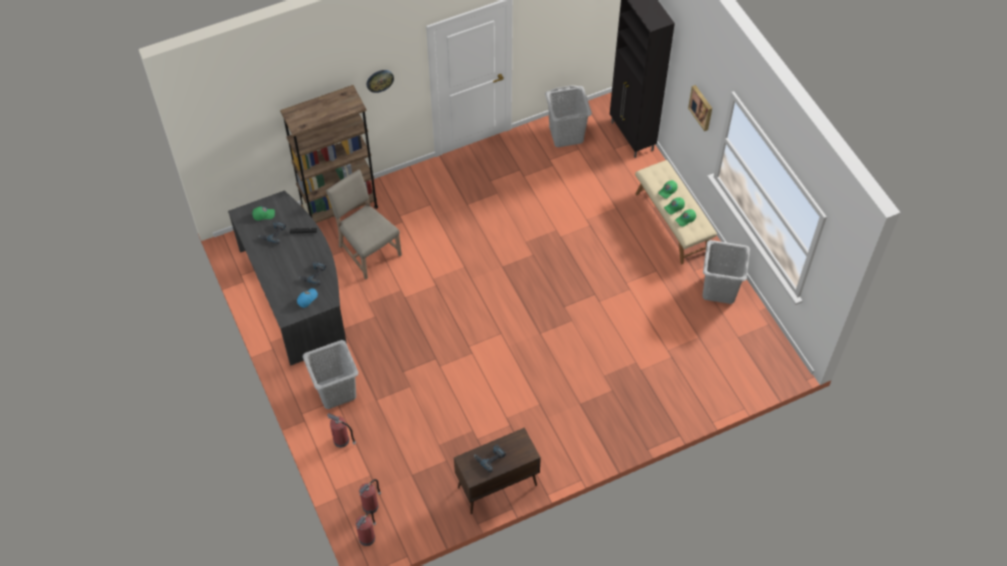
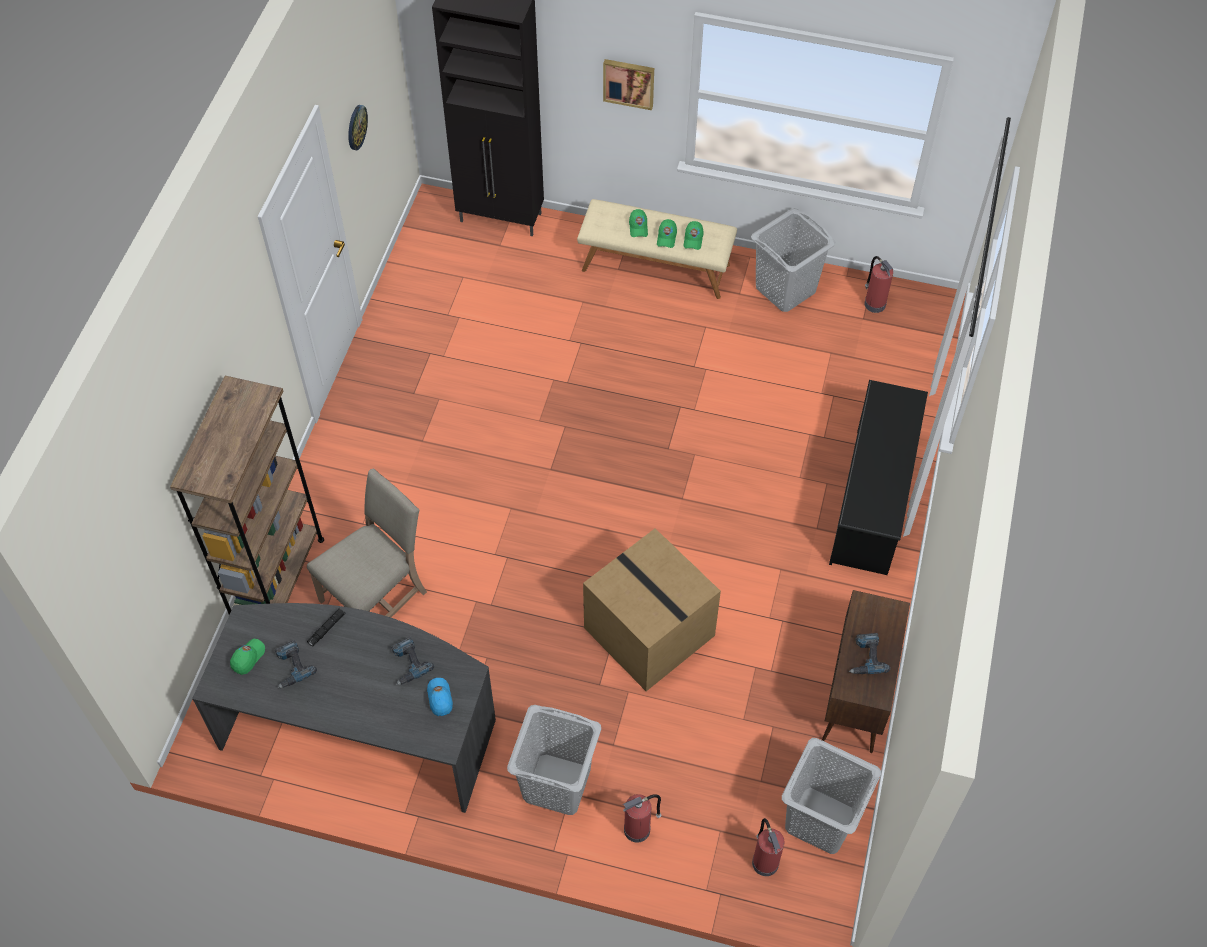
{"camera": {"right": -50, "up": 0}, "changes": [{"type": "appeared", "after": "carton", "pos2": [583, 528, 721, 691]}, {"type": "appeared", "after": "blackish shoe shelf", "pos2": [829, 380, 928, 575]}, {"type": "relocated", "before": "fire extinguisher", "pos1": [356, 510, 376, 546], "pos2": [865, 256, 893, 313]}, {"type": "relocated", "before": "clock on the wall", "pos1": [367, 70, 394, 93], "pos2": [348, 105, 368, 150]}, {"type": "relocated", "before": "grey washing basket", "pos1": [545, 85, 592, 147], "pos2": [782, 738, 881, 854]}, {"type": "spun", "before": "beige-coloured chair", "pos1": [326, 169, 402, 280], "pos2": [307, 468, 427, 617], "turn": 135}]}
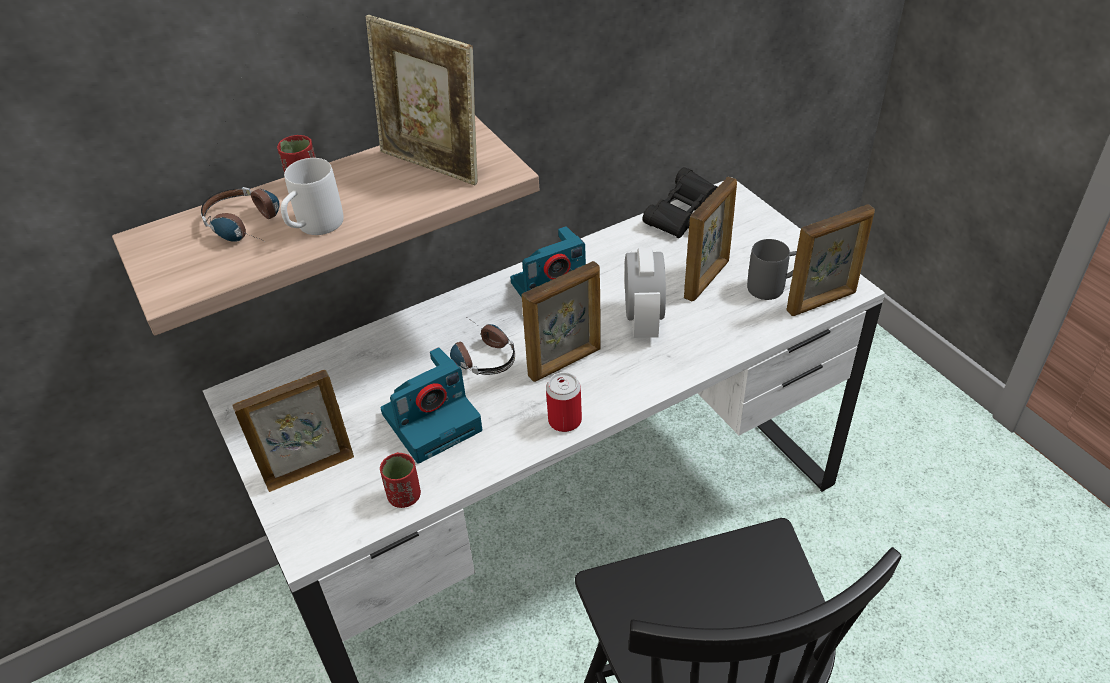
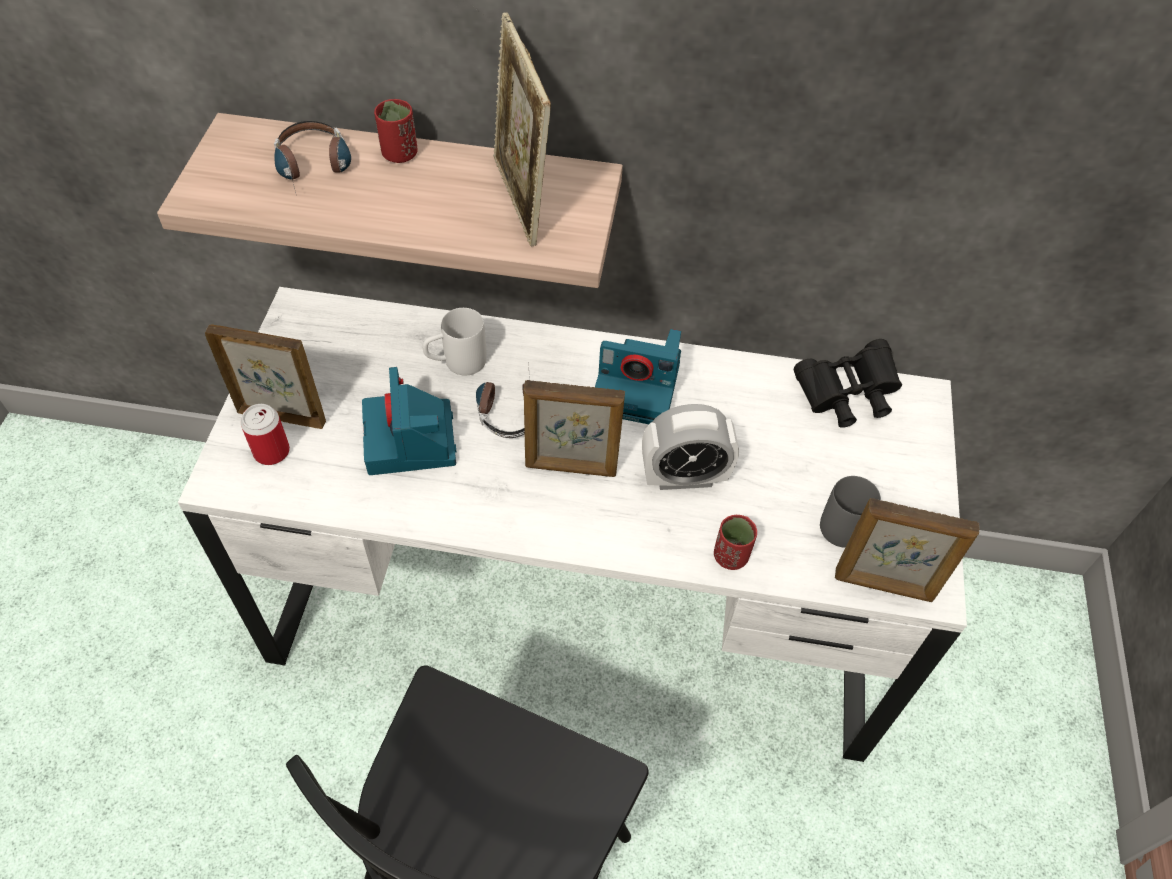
{"camera": {"right": 35, "up": 10}, "changes": [{"type": "missing", "before": "picture frame", "pos1": [684, 177, 737, 302]}, {"type": "relocated", "before": "white coffee mug", "pos1": [281, 158, 344, 235], "pos2": [422, 308, 487, 375]}, {"type": "relocated", "before": "red-coloured small cup", "pos1": [380, 452, 421, 508], "pos2": [714, 515, 757, 570]}, {"type": "relocated", "before": "metal can", "pos1": [546, 372, 582, 432], "pos2": [241, 404, 290, 465]}, {"type": "spun", "before": "photo camera", "pos1": [380, 347, 482, 464], "pos2": [362, 367, 457, 475], "turn": 75}, {"type": "spun", "before": "table clock", "pos1": [625, 248, 666, 338], "pos2": [642, 404, 739, 490], "turn": 45}]}
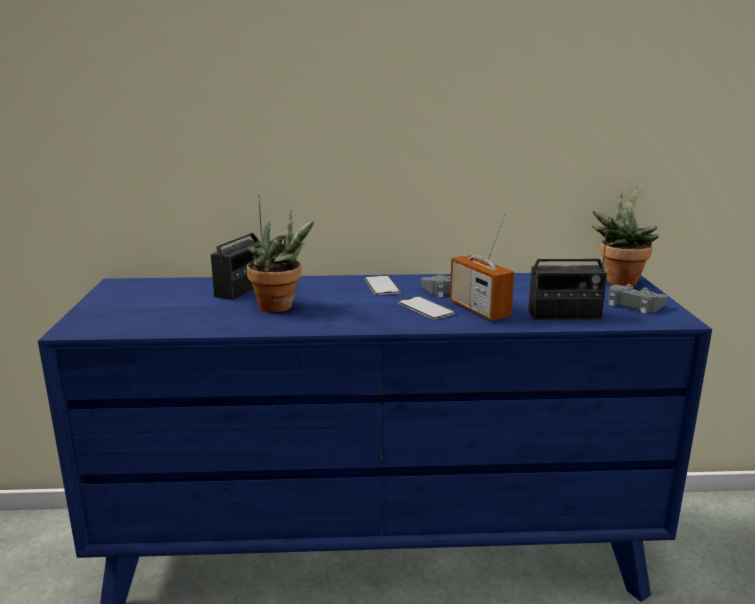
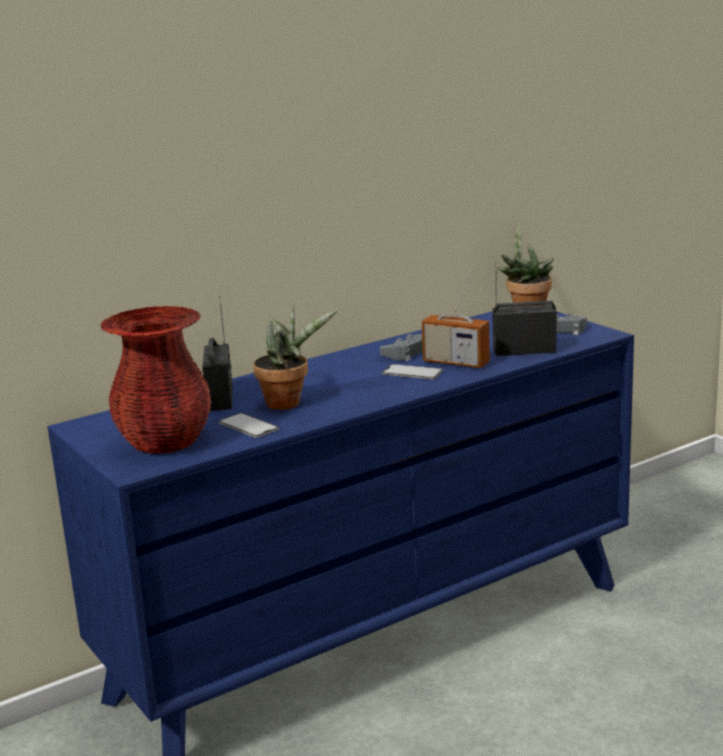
{"camera": {"right": -30, "up": 0}, "changes": [{"type": "appeared", "after": "red-coloured decorative vase", "pos2": [100, 306, 212, 454]}, {"type": "relocated", "before": "phone", "pos1": [364, 275, 401, 295], "pos2": [219, 413, 279, 438]}, {"type": "spun", "before": "radio set", "pos1": [528, 217, 609, 320], "pos2": [492, 262, 557, 356], "turn": -150}]}
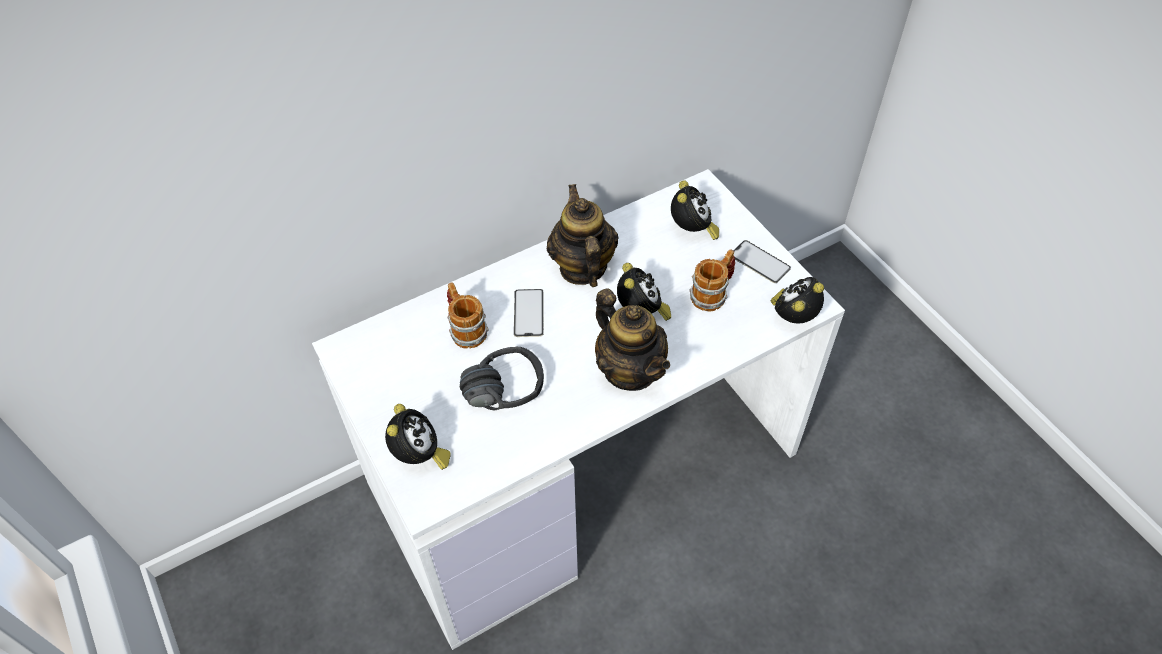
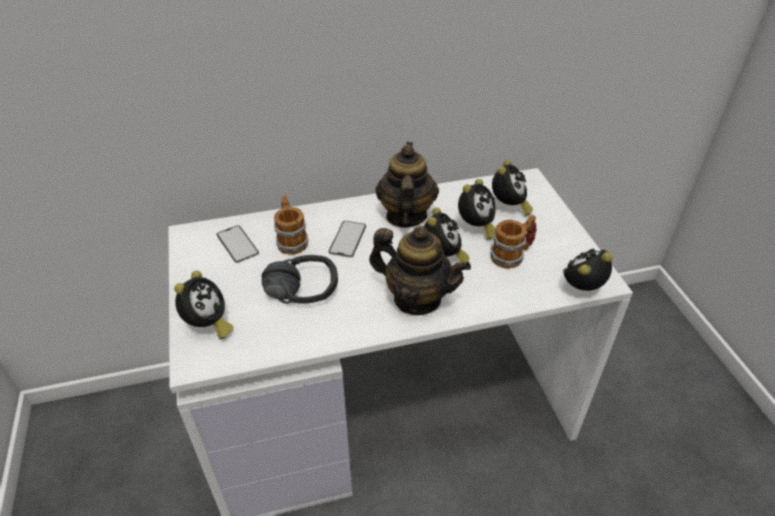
{"camera": {"right": 15, "up": -10}, "changes": [{"type": "appeared", "after": "table clock", "pos2": [458, 179, 496, 240]}, {"type": "relocated", "before": "phone", "pos1": [733, 240, 791, 283], "pos2": [216, 225, 259, 263]}, {"type": "spun", "before": "tea pot", "pos1": [595, 288, 670, 391], "pos2": [369, 226, 471, 315], "turn": -45}]}
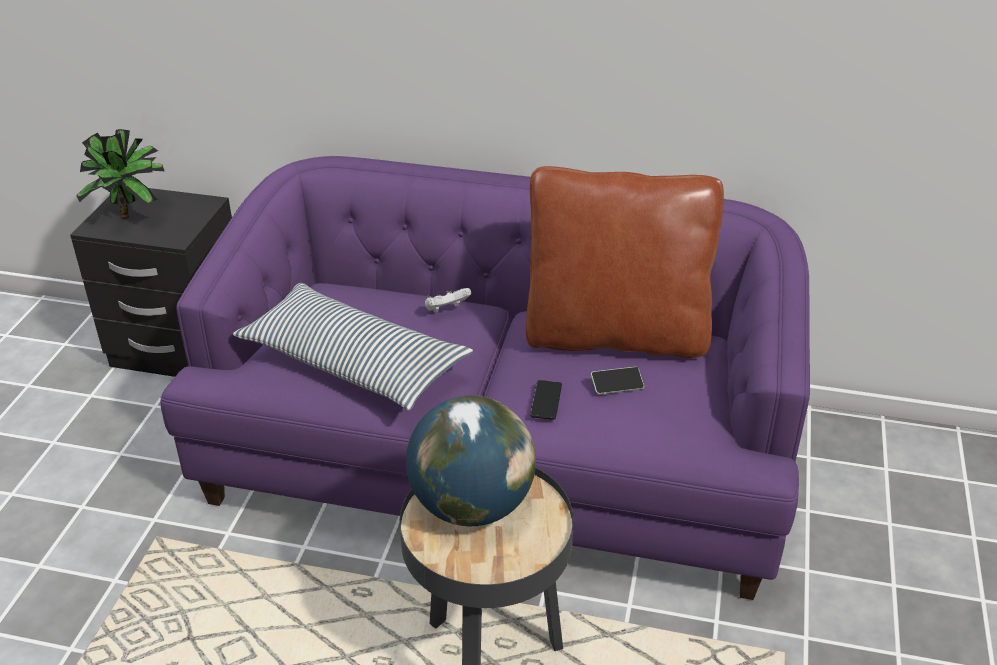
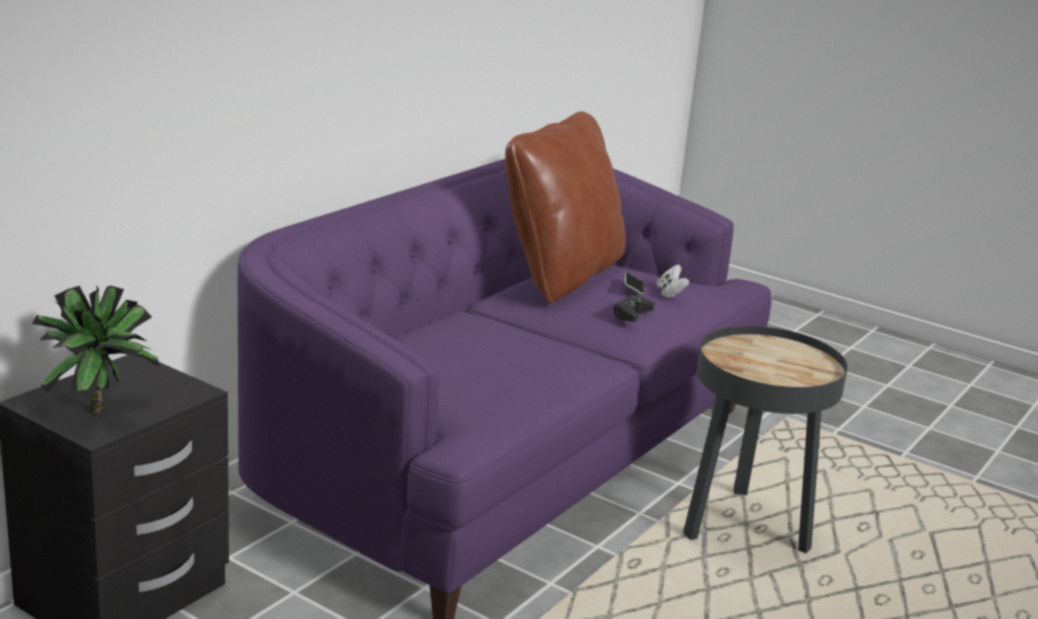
{"camera": {"right": -70, "up": -15}, "changes": [{"type": "missing", "before": "throw pillow", "pos1": [233, 283, 473, 410]}, {"type": "missing", "before": "desk globe", "pos1": [406, 396, 536, 526]}, {"type": "relocated", "before": "white joypad", "pos1": [425, 288, 471, 313], "pos2": [657, 264, 690, 298]}, {"type": "exchanged", "before": "phone", "after": "blackish joypad", "pos1": [530, 380, 562, 420], "pos2": [612, 295, 655, 322]}]}
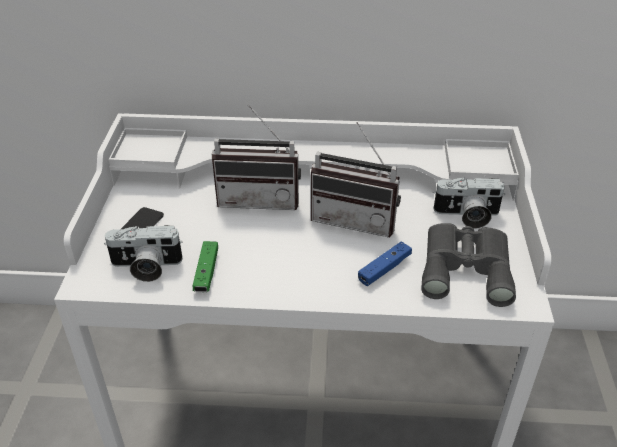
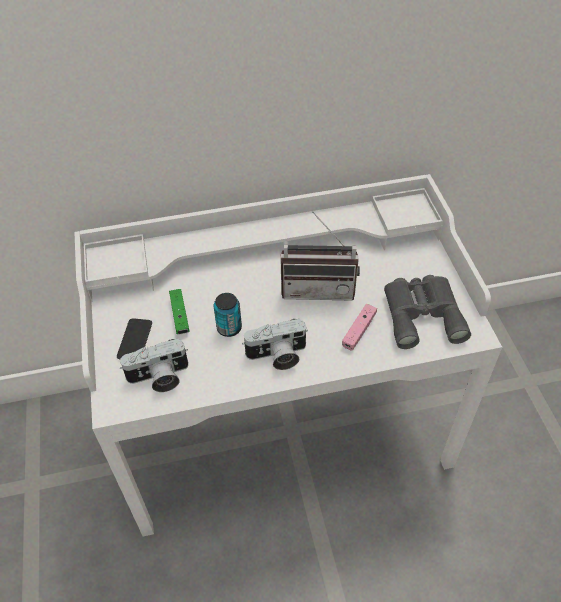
{"camera": {"right": -15, "up": 10}, "changes": [{"type": "missing", "before": "radio set", "pos1": [212, 104, 301, 210]}, {"type": "appeared", "after": "metal can", "pos2": [213, 293, 242, 337]}, {"type": "relocated", "before": "green-coloured joypad", "pos1": [193, 241, 218, 292], "pos2": [169, 289, 190, 334]}, {"type": "relocated", "before": "photo camera", "pos1": [433, 177, 505, 229], "pos2": [242, 319, 308, 370]}, {"type": "colour", "before": "bluish joypad", "after": "pinkish joypad", "pos1": [358, 242, 412, 286], "pos2": [342, 304, 377, 351]}]}
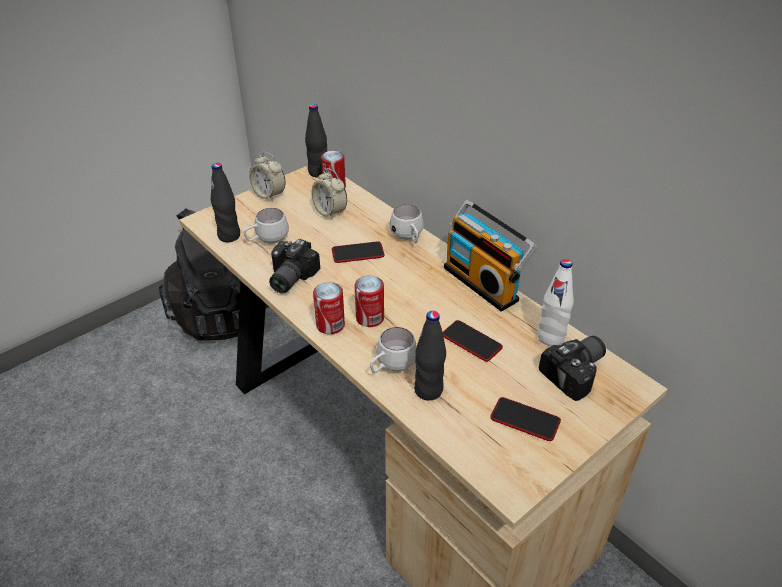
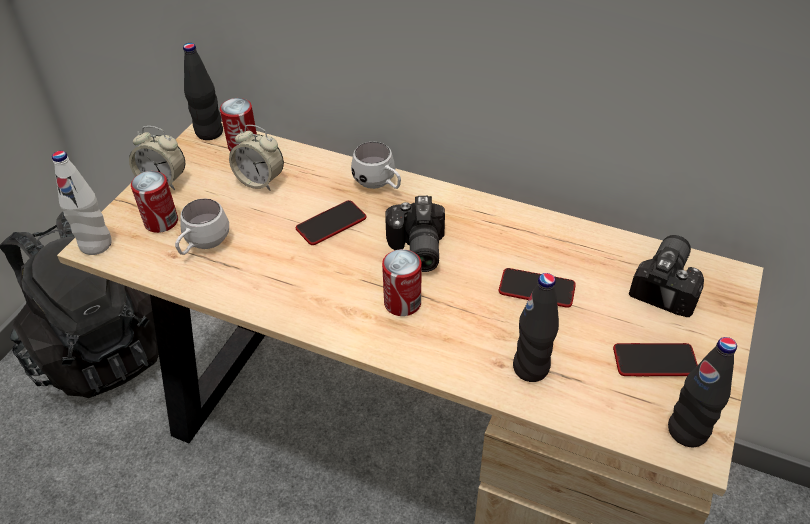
{"camera": {"right": -25, "up": 5}, "changes": [{"type": "missing", "before": "white coffee mug", "pos1": [370, 327, 417, 373]}, {"type": "missing", "before": "radio set", "pos1": [444, 200, 537, 312]}, {"type": "relocated", "before": "blackish beverage bottle", "pos1": [211, 163, 240, 242], "pos2": [668, 337, 737, 447]}, {"type": "relocated", "before": "photo camera", "pos1": [269, 239, 320, 294], "pos2": [385, 196, 445, 272]}, {"type": "relocated", "before": "metal can", "pos1": [313, 282, 345, 334], "pos2": [131, 171, 178, 233]}, {"type": "relocated", "before": "white beverage bottle", "pos1": [538, 259, 574, 346], "pos2": [52, 151, 111, 255]}]}
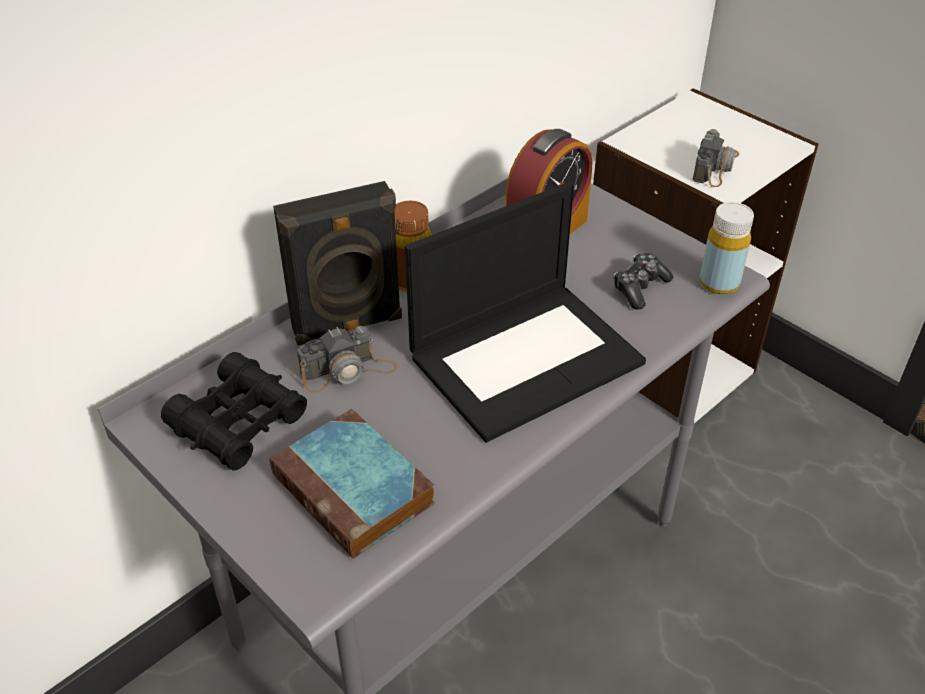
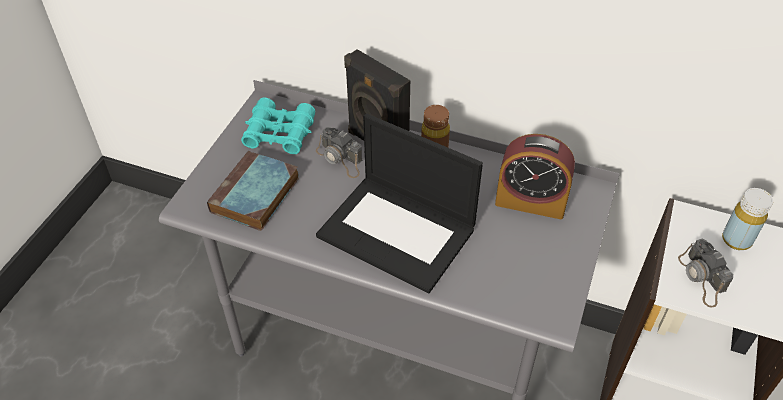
{"camera": {"right": 65, "up": 5}, "changes": [{"type": "missing", "before": "joypad", "pos1": [613, 253, 674, 310]}, {"type": "relocated", "before": "yellow beverage bottle", "pos1": [700, 202, 754, 294], "pos2": [722, 188, 773, 250]}, {"type": "colour", "before": "blackish pair of binoculars", "after": "turquoise pair of binoculars", "pos1": [161, 352, 307, 471], "pos2": [241, 98, 315, 154]}, {"type": "spun", "before": "photo camera", "pos1": [693, 129, 739, 187], "pos2": [678, 239, 733, 308], "turn": 75}]}
